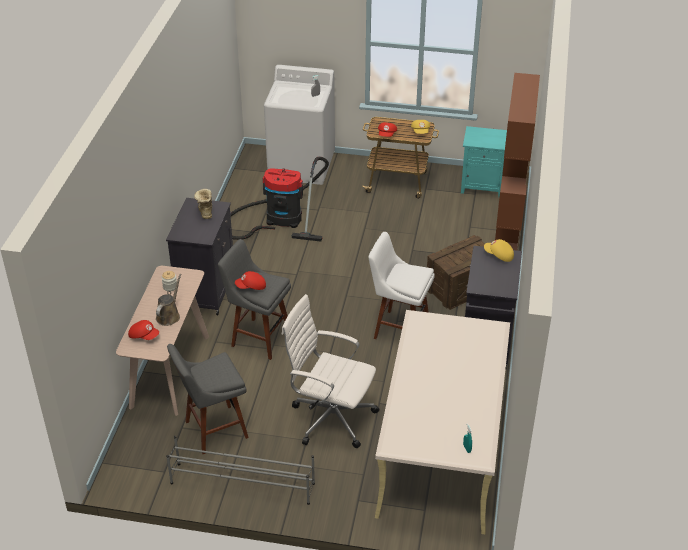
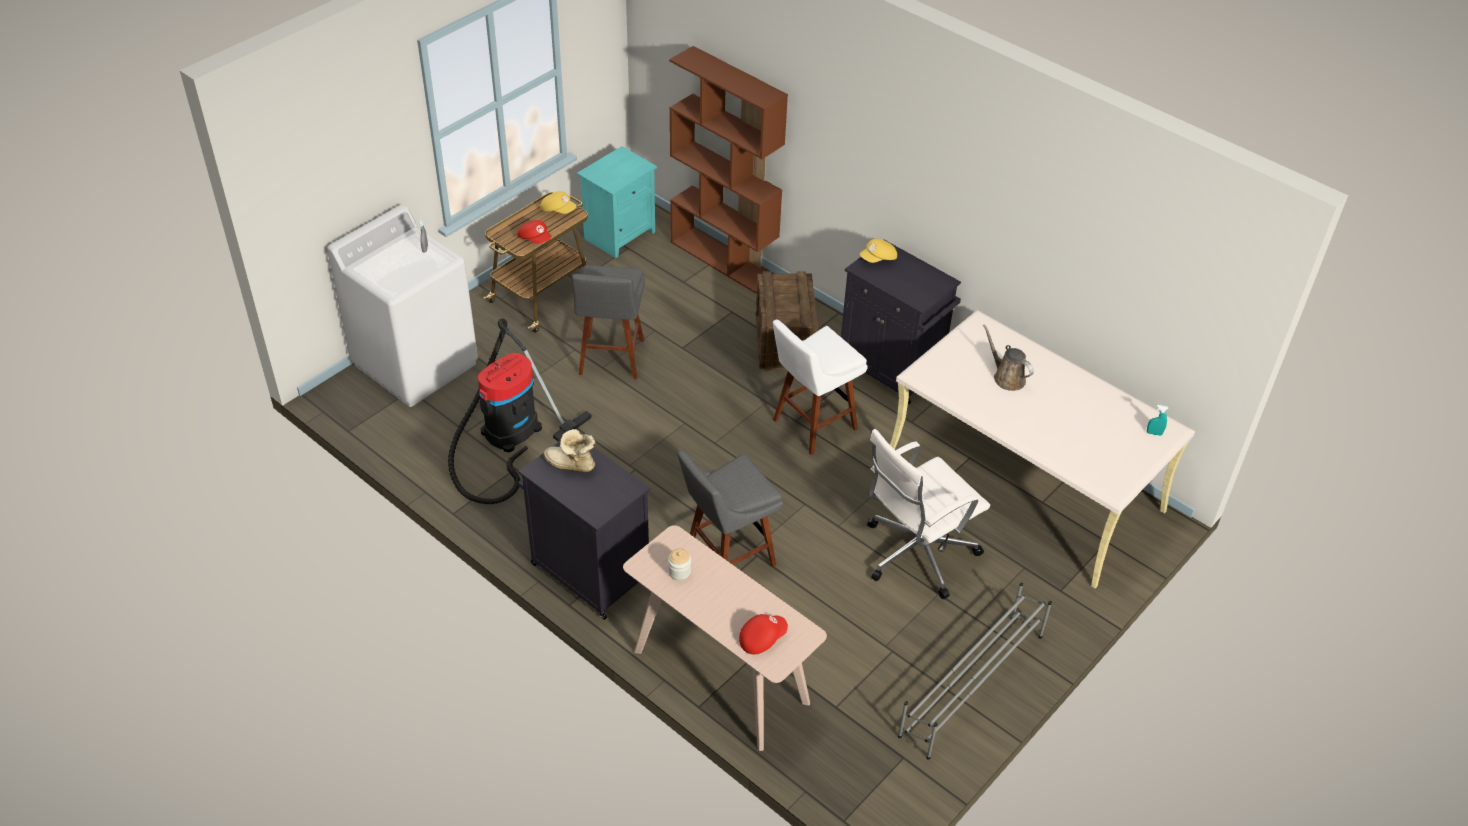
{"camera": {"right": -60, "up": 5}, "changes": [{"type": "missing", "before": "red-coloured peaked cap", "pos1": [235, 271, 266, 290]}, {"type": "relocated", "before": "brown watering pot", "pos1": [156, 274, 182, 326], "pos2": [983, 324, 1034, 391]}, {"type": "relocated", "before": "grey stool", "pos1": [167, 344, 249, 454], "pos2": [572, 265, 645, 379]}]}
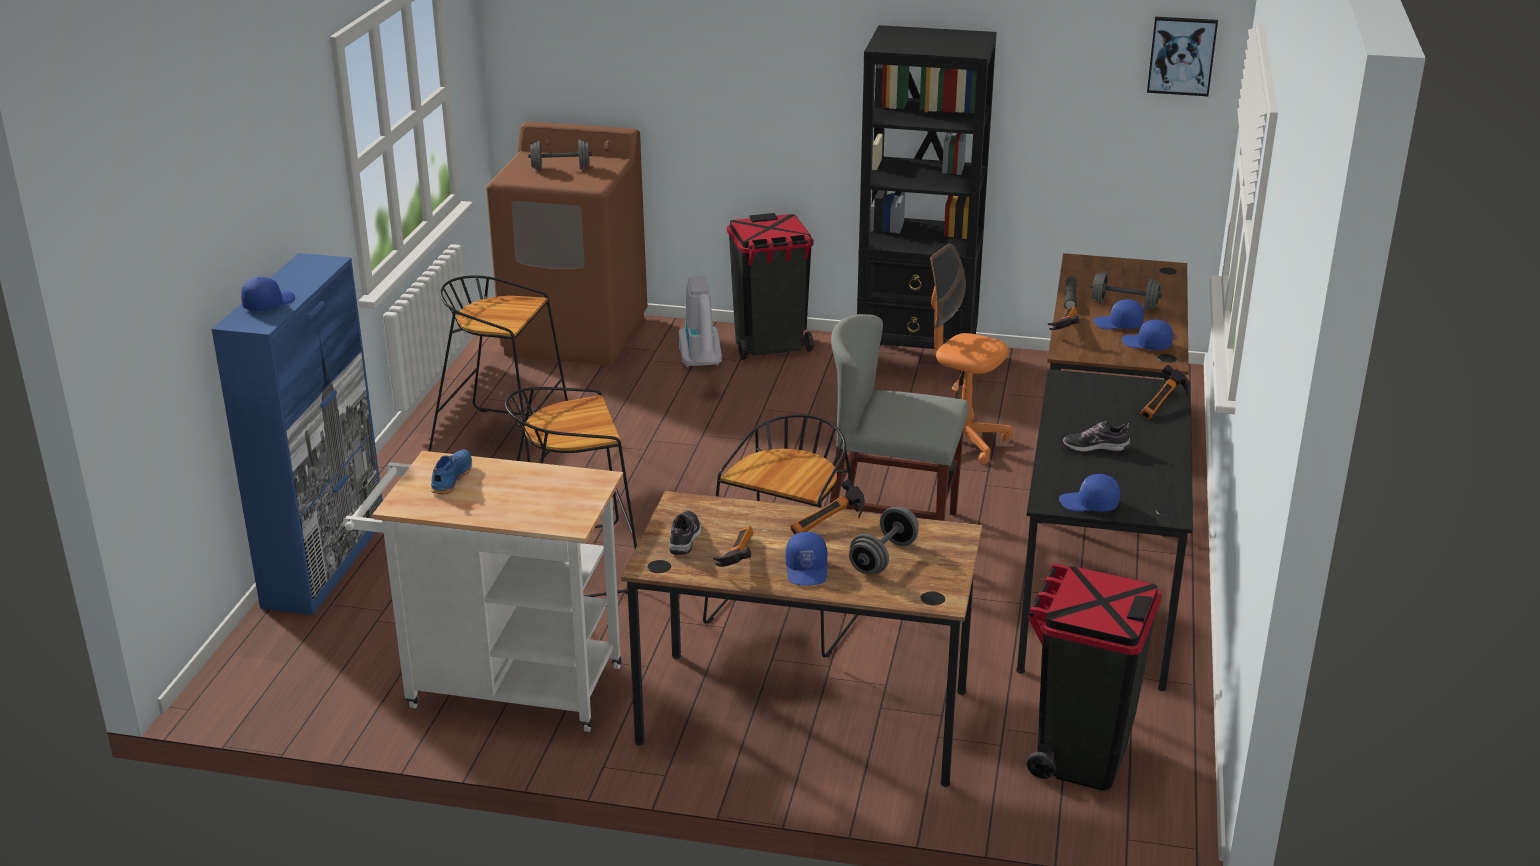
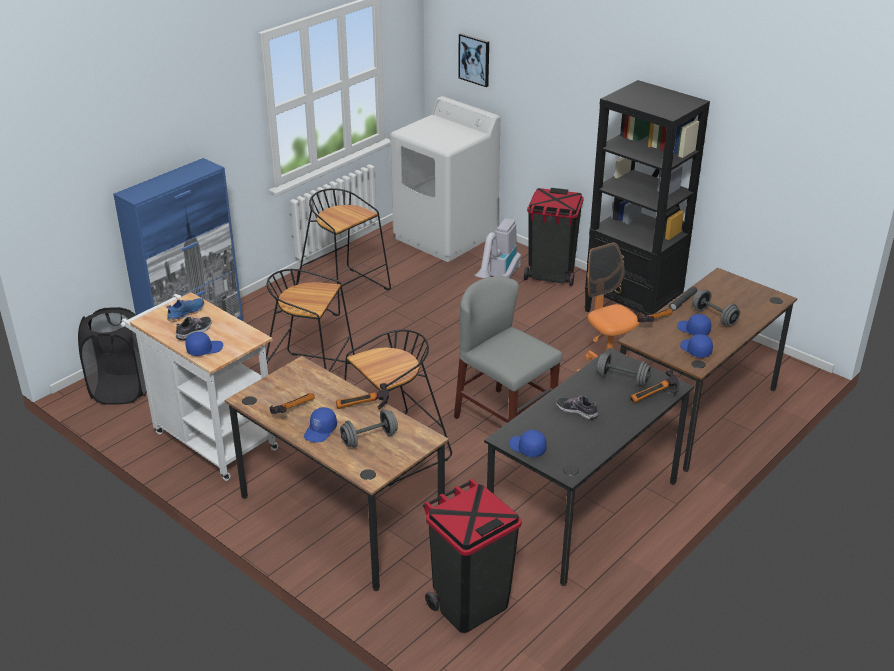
{"camera": {"right": 30, "up": 5}, "changes": [{"type": "appeared", "after": "blackish washing basket", "pos2": [78, 307, 147, 405]}, {"type": "relocated", "before": "bluish peaked cap", "pos1": [241, 277, 295, 311], "pos2": [186, 332, 223, 356]}, {"type": "relocated", "before": "grey dumbbell", "pos1": [528, 140, 592, 171], "pos2": [597, 352, 651, 386]}, {"type": "relocated", "before": "item of footwear", "pos1": [669, 511, 701, 555], "pos2": [176, 317, 212, 340]}, {"type": "relocated", "before": "picture", "pos1": [1147, 16, 1218, 96], "pos2": [458, 33, 489, 87]}, {"type": "colour", "before": "brown washing machine", "after": "white washing machine", "pos1": [486, 121, 648, 366], "pos2": [390, 96, 500, 262]}]}
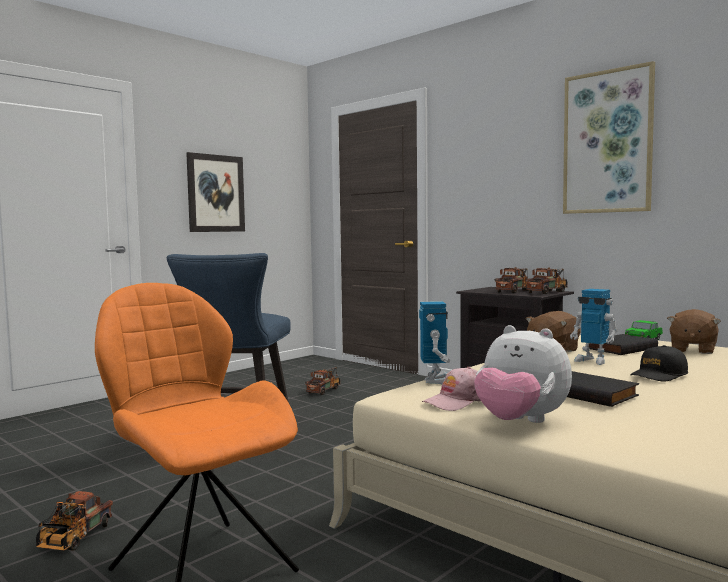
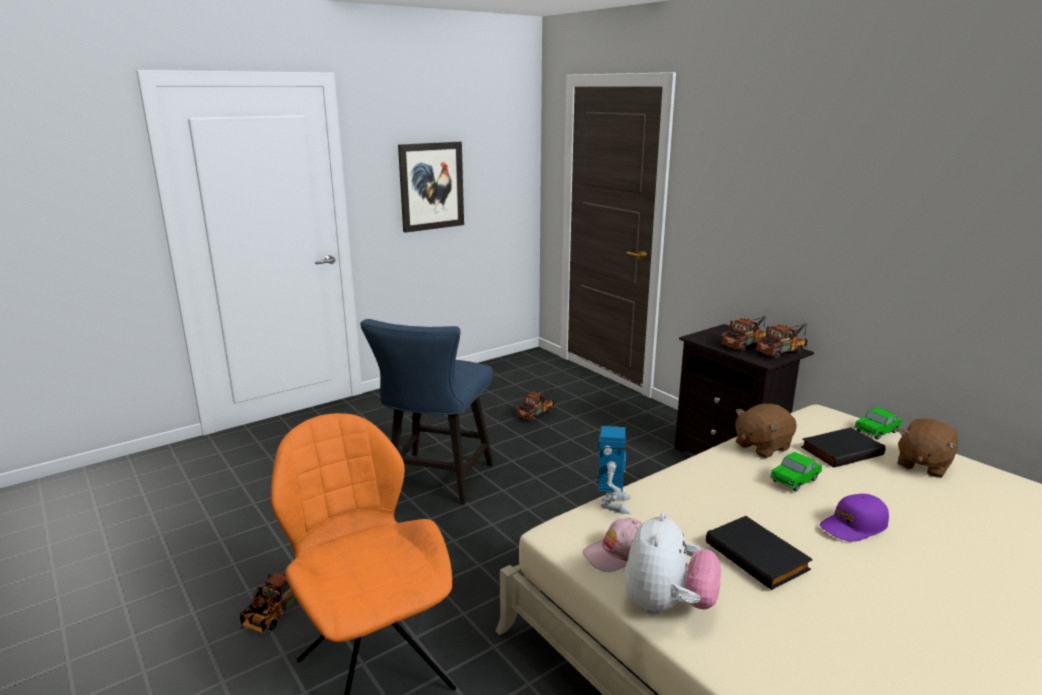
{"camera": {"right": 10, "up": 15}, "changes": [{"type": "missing", "before": "picture", "pos1": [563, 61, 655, 214]}, {"type": "exchanged", "before": "model robot", "after": "model car", "pos1": [570, 289, 618, 365], "pos2": [770, 452, 822, 491]}, {"type": "colour", "before": "blackish peaked cap", "after": "purple peaked cap", "pos1": [630, 345, 688, 382], "pos2": [820, 494, 889, 542]}, {"type": "spun", "before": "cuddly toy", "pos1": [474, 325, 572, 423], "pos2": [624, 511, 721, 615], "turn": -120}]}
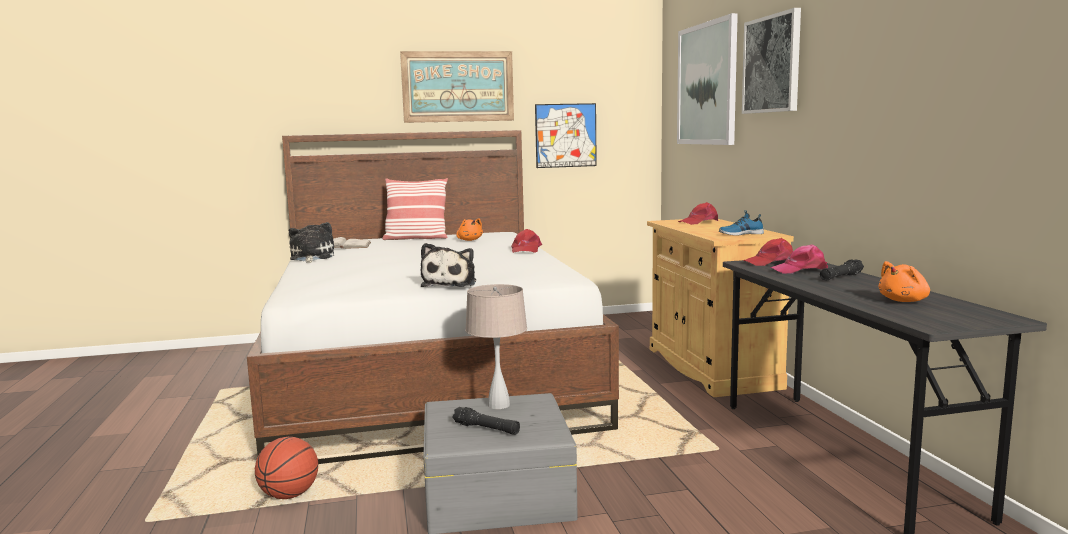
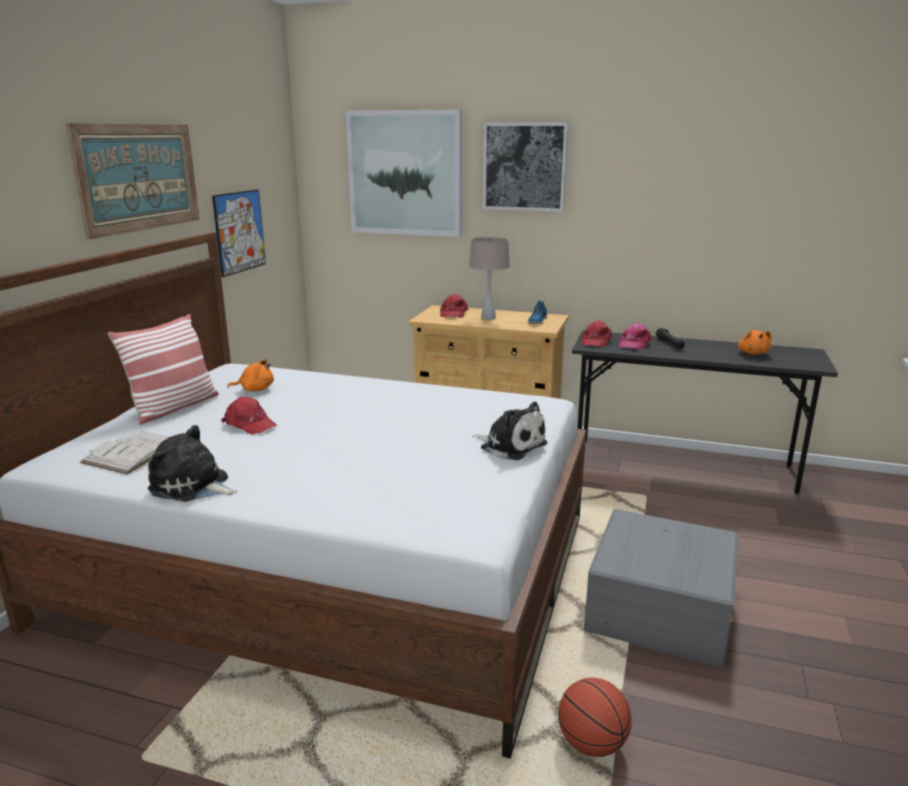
{"camera": {"right": -60, "up": 10}, "changes": [{"type": "missing", "before": "blackish hand torch", "pos1": [452, 407, 520, 435]}, {"type": "relocated", "before": "beige-coloured tabletop lamp", "pos1": [465, 284, 527, 409], "pos2": [469, 237, 510, 320]}, {"type": "relocated", "before": "red-coloured peaked cap", "pos1": [511, 229, 542, 253], "pos2": [221, 397, 277, 434]}]}
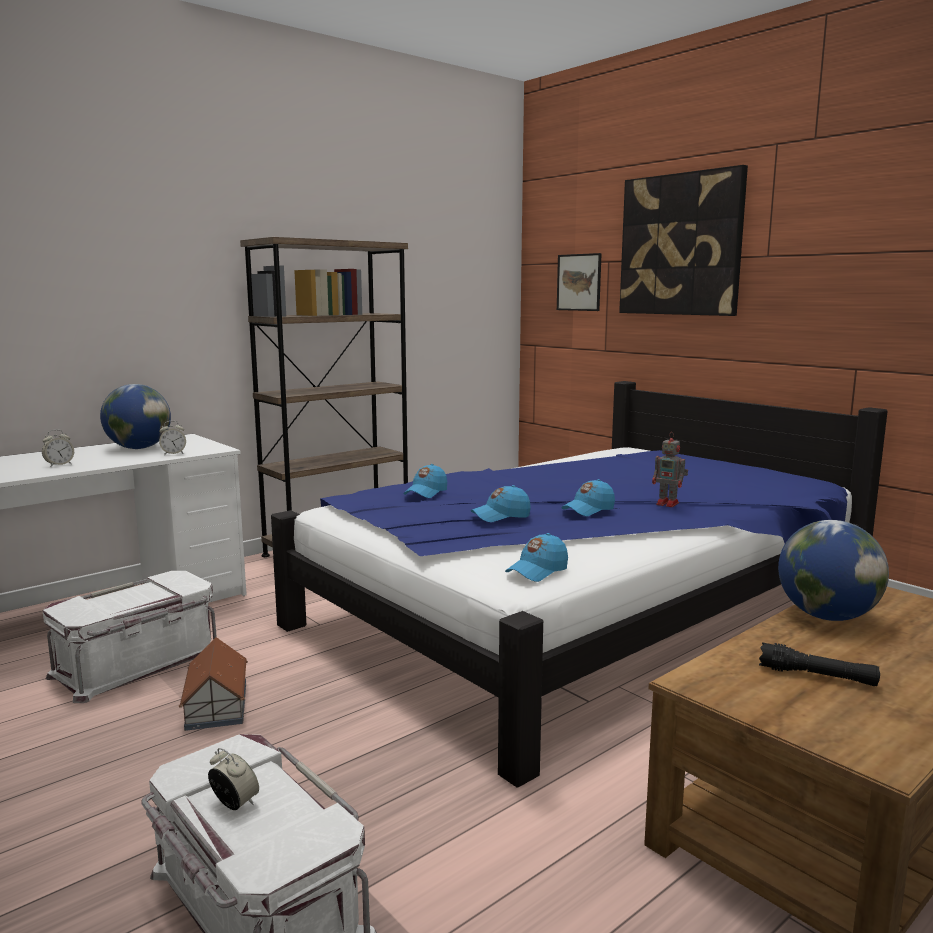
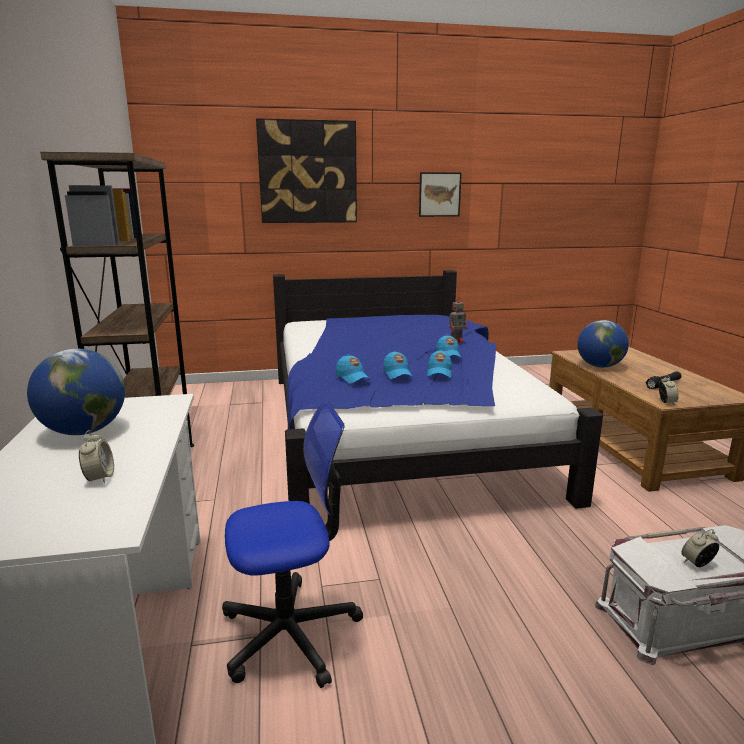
{"camera": {"right": -60, "up": 5}, "changes": [{"type": "missing", "before": "miniature house", "pos1": [179, 637, 248, 731]}, {"type": "relocated", "before": "table clock", "pos1": [159, 421, 186, 456], "pos2": [659, 375, 679, 404]}, {"type": "relocated", "before": "bluish peaked cap", "pos1": [505, 533, 568, 582], "pos2": [383, 351, 413, 379]}, {"type": "relocated", "before": "picture", "pos1": [557, 253, 602, 311], "pos2": [419, 172, 462, 217]}, {"type": "exchanged", "before": "white storage box", "after": "desk chair", "pos1": [43, 571, 217, 703], "pos2": [222, 401, 363, 688]}]}
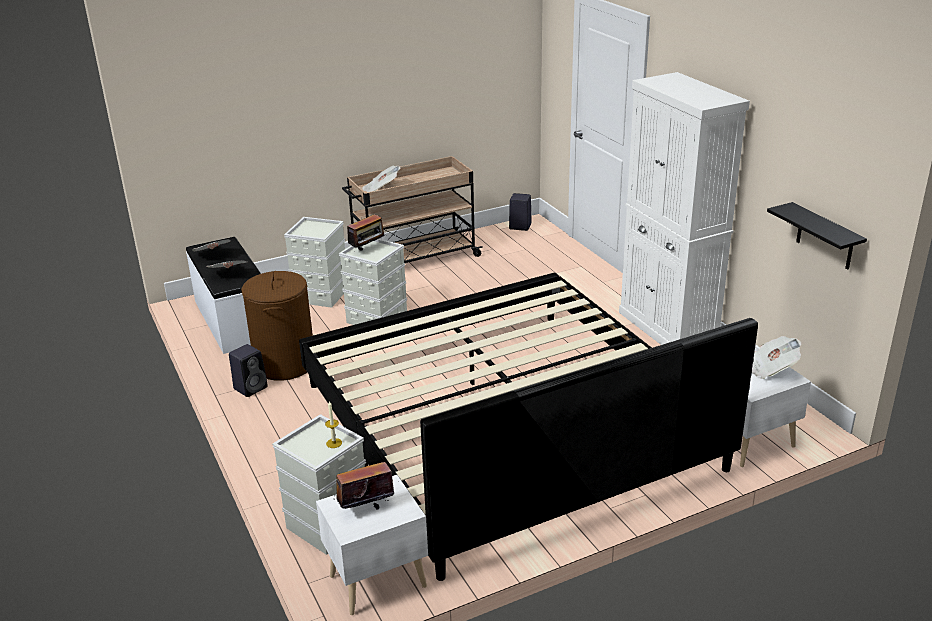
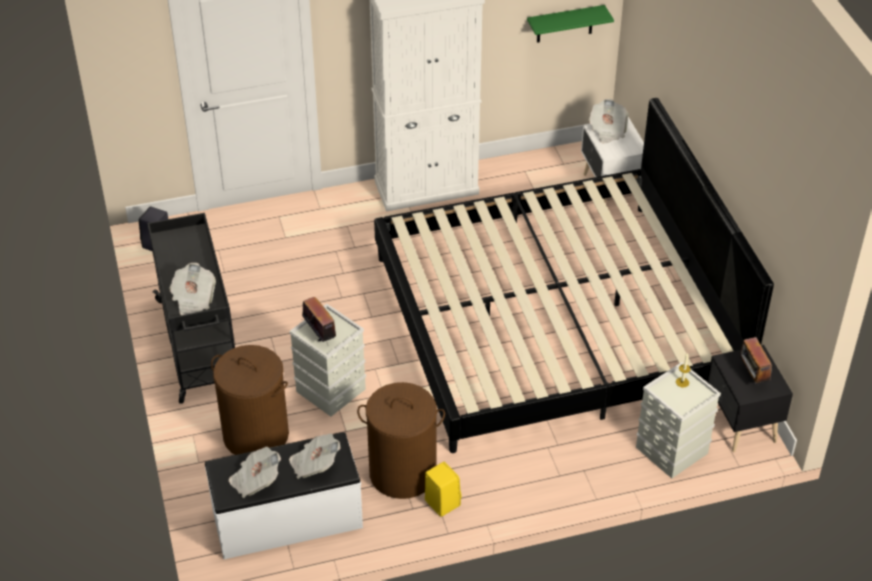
{"camera": {"right": -80, "up": 15}, "changes": [{"type": "exchanged", "before": "grey storage box", "after": "brown washing basket", "pos1": [284, 217, 345, 308], "pos2": [211, 345, 289, 455]}, {"type": "colour", "before": "blackish speaker", "after": "yellow speaker", "pos1": [229, 344, 268, 397], "pos2": [425, 462, 461, 517]}, {"type": "colour", "before": "white bedside table", "after": "blackish bedside table", "pos1": [316, 475, 428, 615], "pos2": [707, 345, 793, 452]}, {"type": "colour", "before": "beige-coloured wheeled cart", "after": "blackish wheeled cart", "pos1": [342, 156, 483, 263], "pos2": [148, 213, 235, 404]}, {"type": "colour", "before": "blackish wall shelf", "after": "green-coloured wall shelf", "pos1": [767, 202, 867, 269], "pos2": [527, 5, 614, 43]}]}
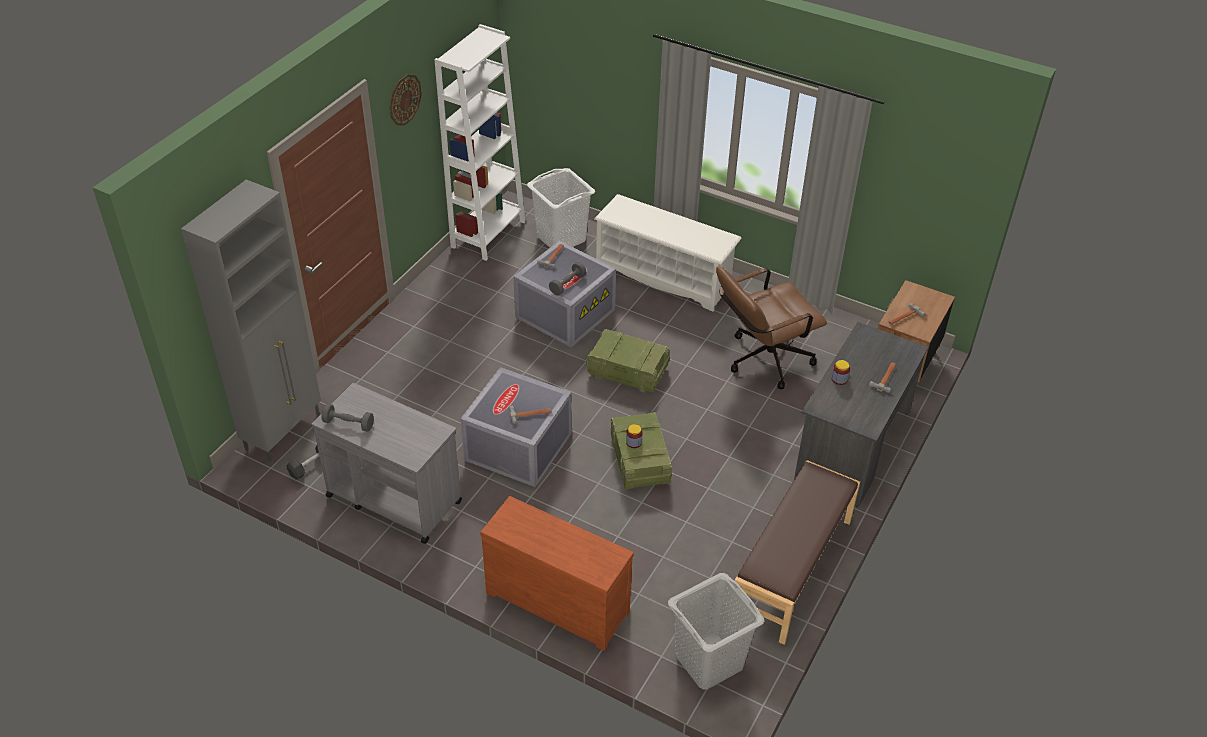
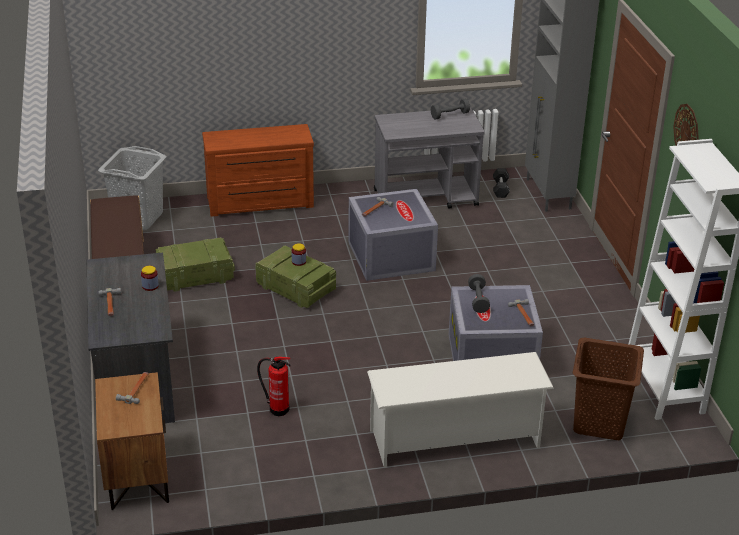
{"camera": {"right": 140, "up": -10}, "changes": [{"type": "relocated", "before": "crate", "pos1": [586, 329, 670, 392], "pos2": [156, 238, 235, 292]}, {"type": "exchanged", "before": "brown desk chair", "after": "fire extinguisher", "pos1": [716, 267, 827, 389], "pos2": [257, 357, 291, 416]}, {"type": "colour", "before": "white washing basket", "after": "brown washing basket", "pos1": [527, 168, 595, 248], "pos2": [573, 337, 644, 440]}]}
